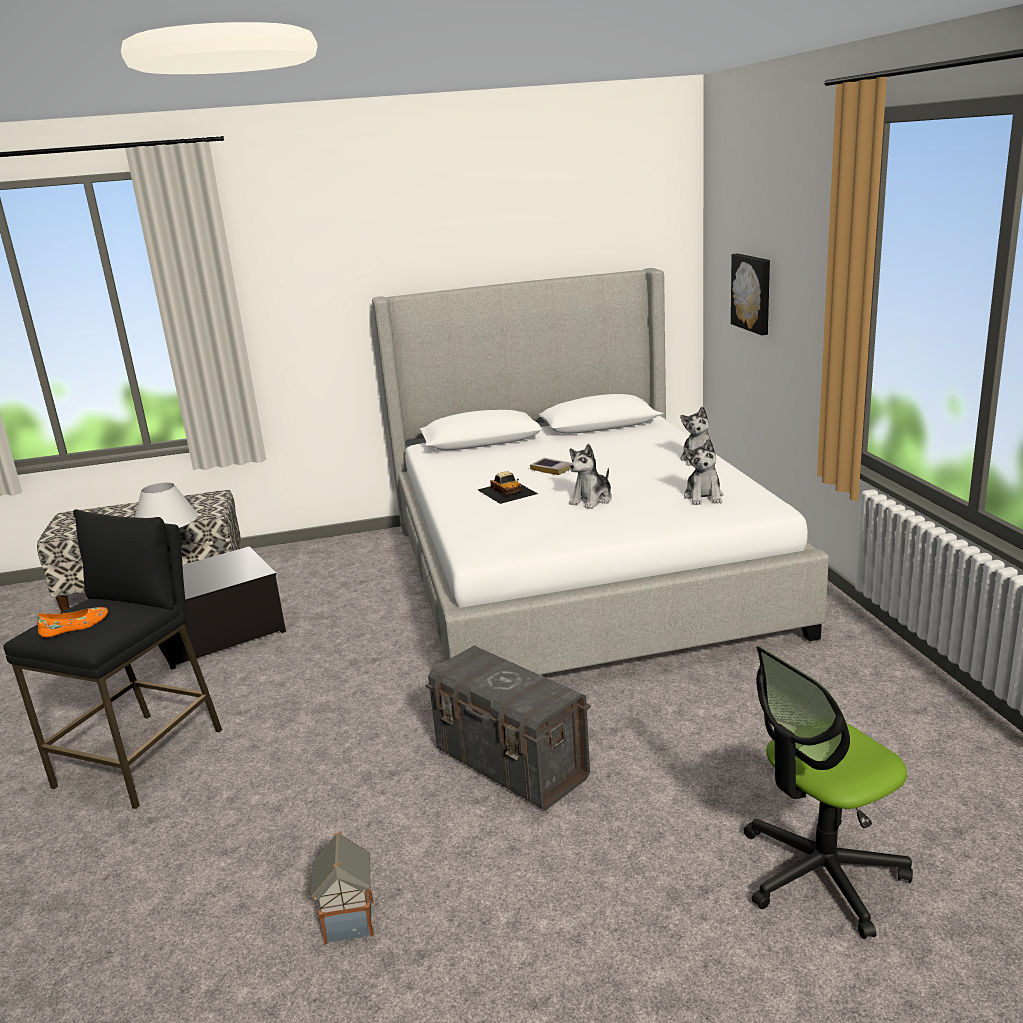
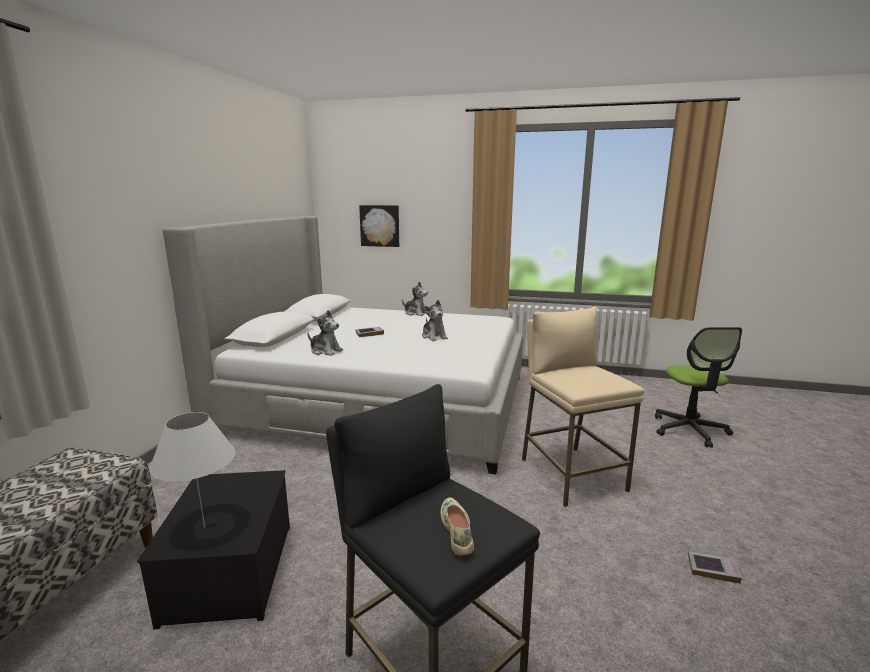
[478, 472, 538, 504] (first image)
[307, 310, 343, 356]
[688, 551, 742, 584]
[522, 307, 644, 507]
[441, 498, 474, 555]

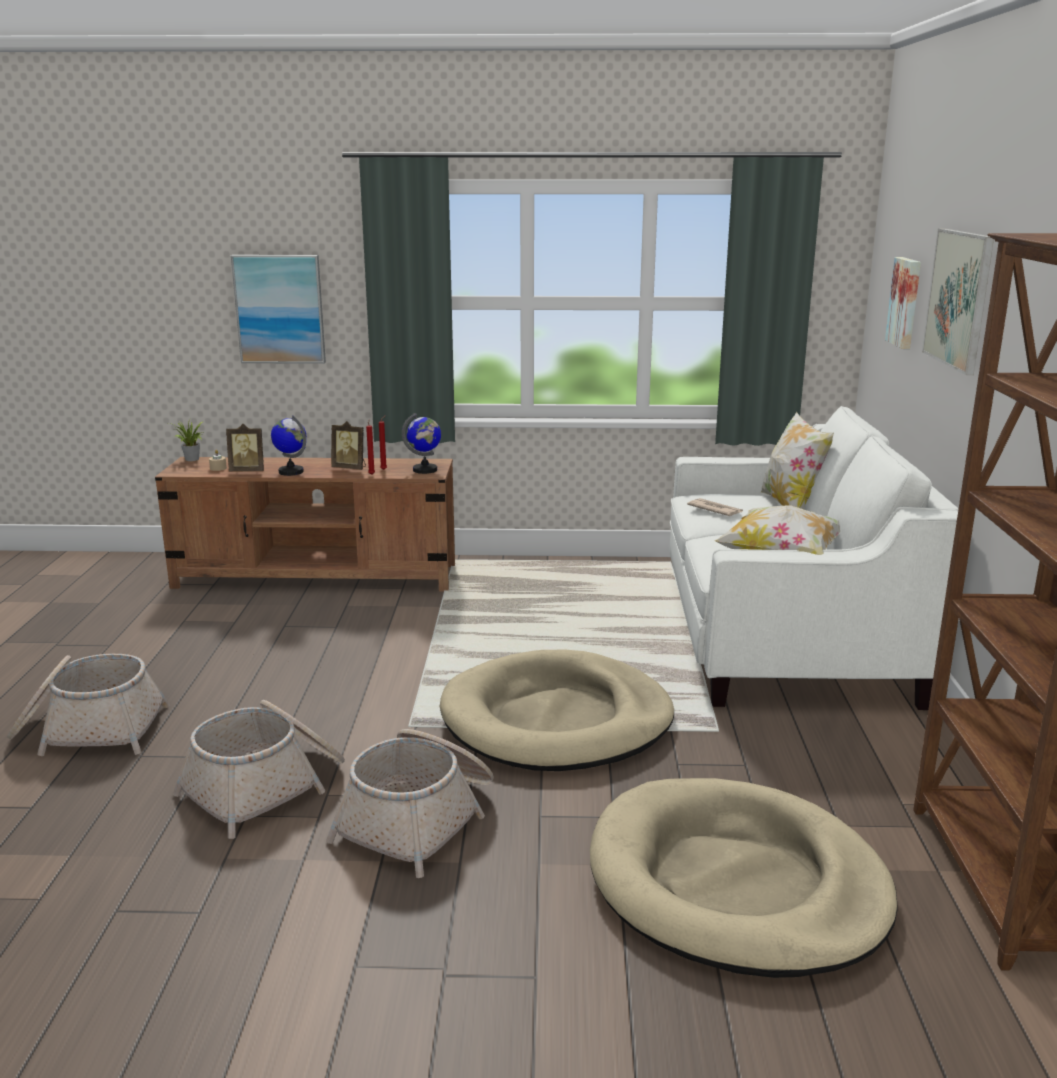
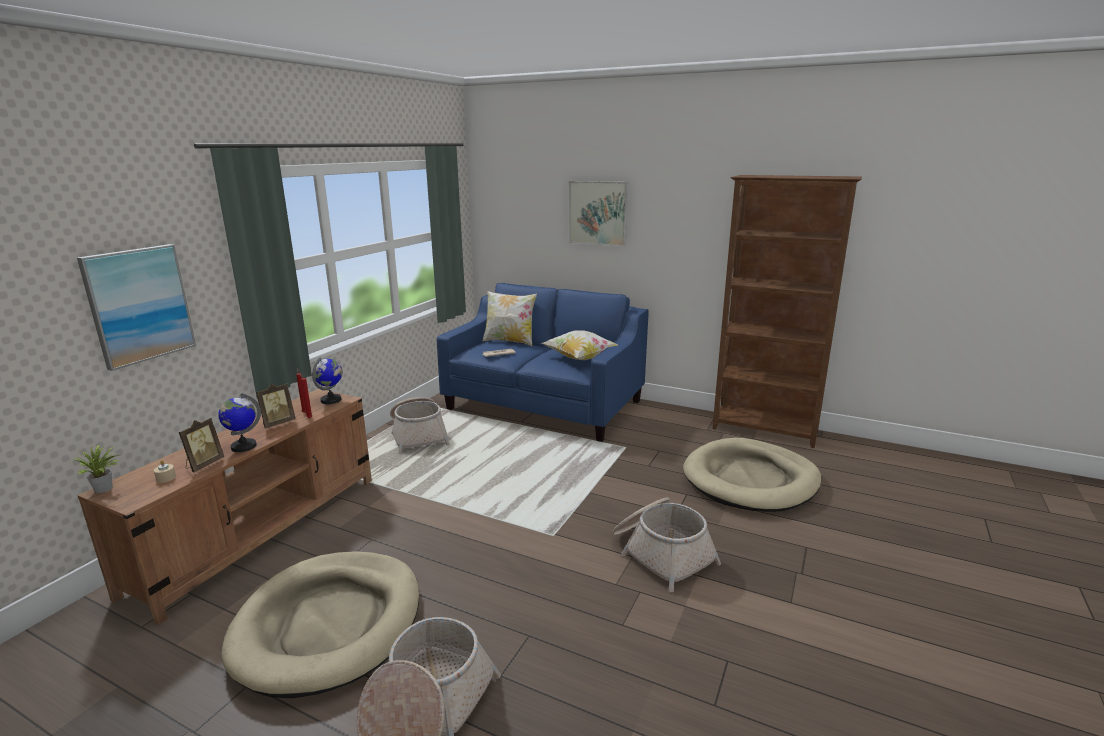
[885, 257, 921, 349] (first image)
[390, 397, 450, 454]
[221, 551, 419, 698]
[437, 283, 649, 442]

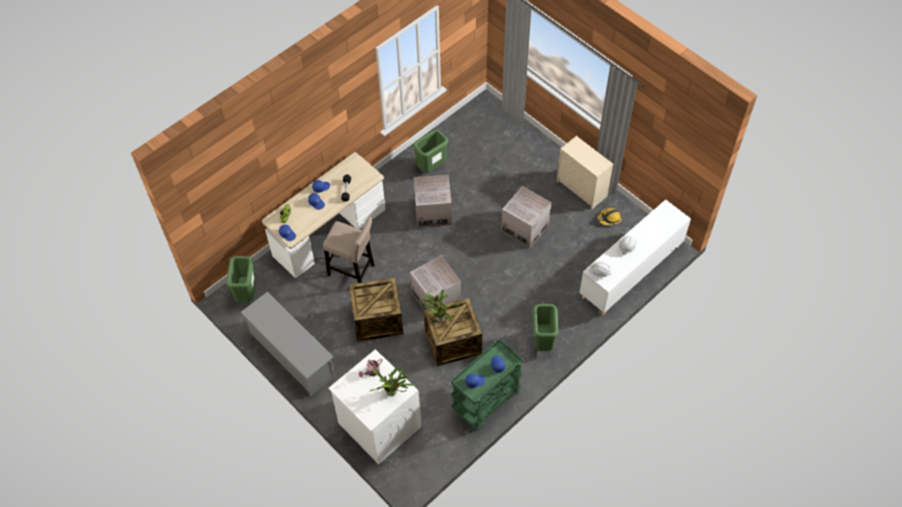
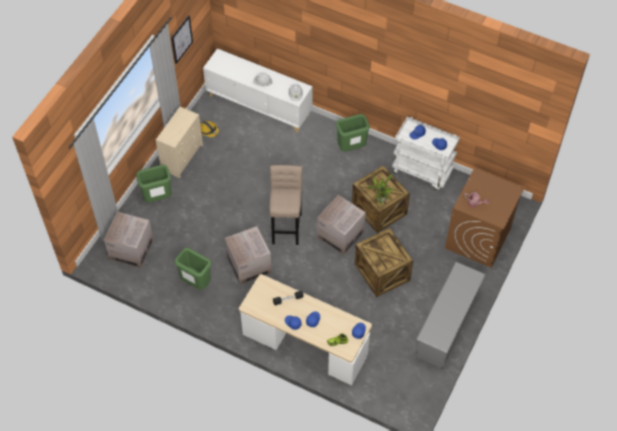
[370, 366, 415, 396] (first image)
[171, 15, 193, 64]
[136, 165, 172, 203]
[269, 165, 303, 245]
[104, 212, 154, 268]
[445, 168, 525, 268]
[392, 116, 460, 190]

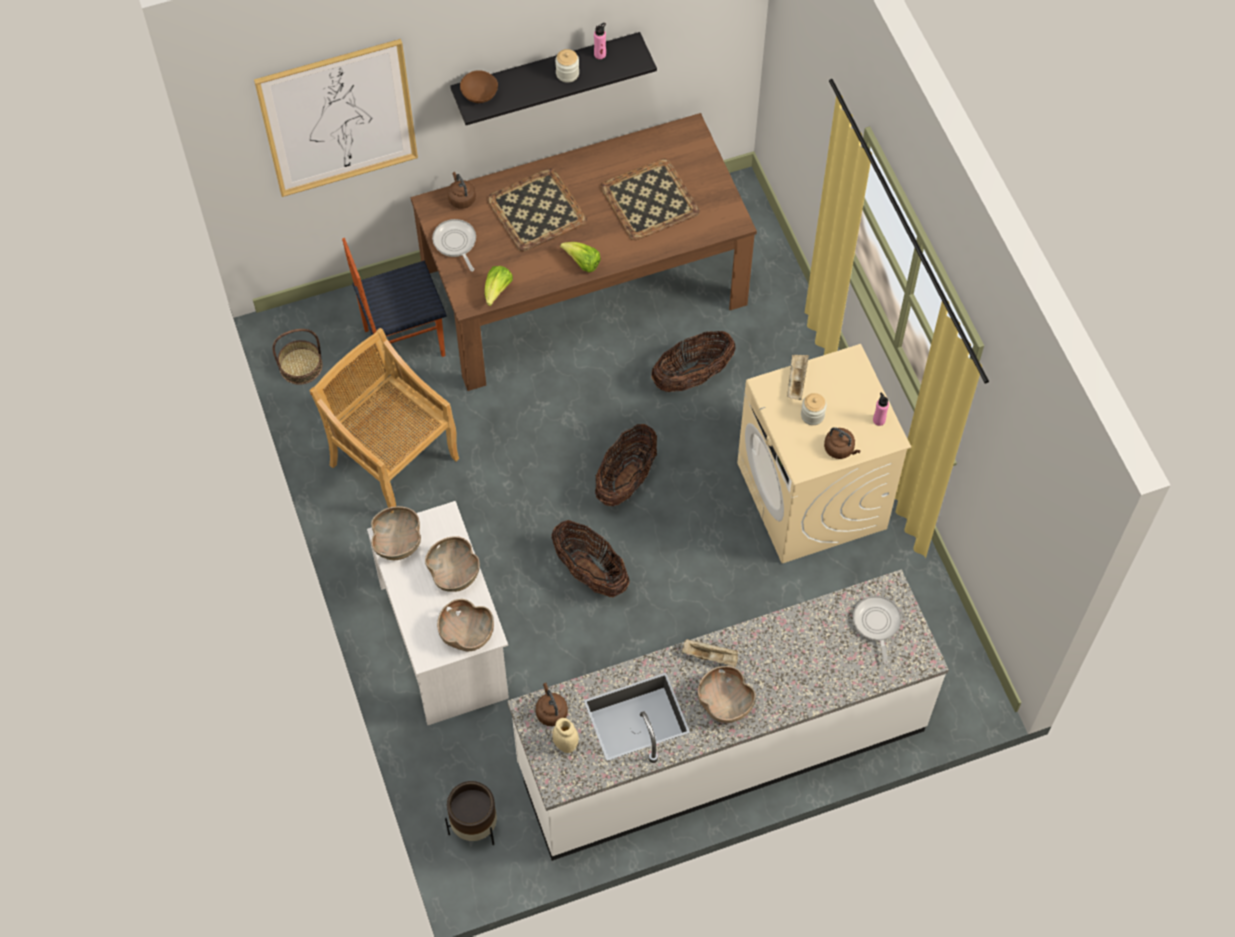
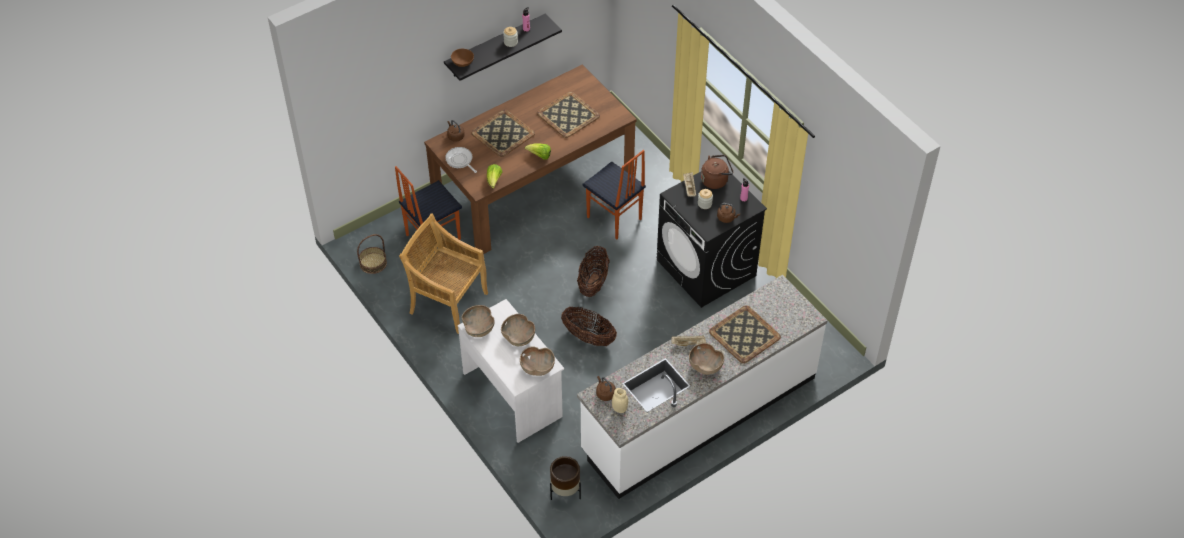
[254, 39, 418, 197] (first image)
[853, 596, 902, 664] (first image)
[701, 155, 733, 189]
[709, 305, 781, 364]
[582, 150, 646, 239]
[657, 171, 767, 308]

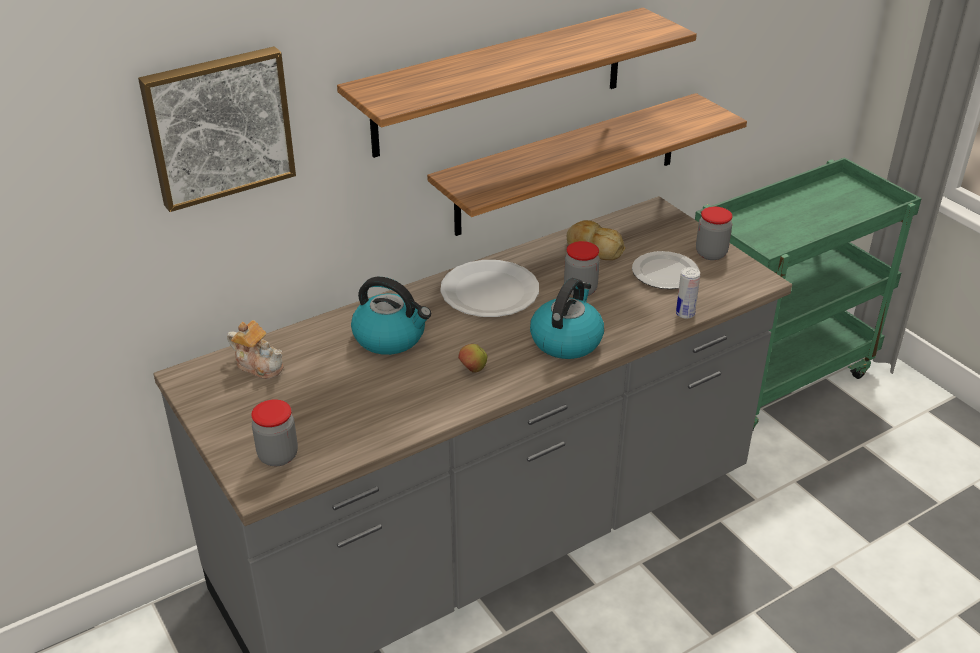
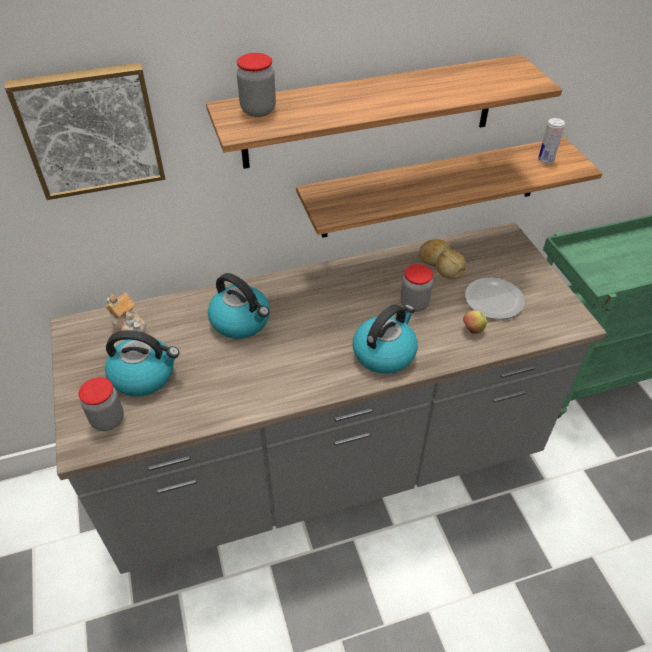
[440, 260, 539, 317] (first image)
[105, 330, 180, 397]
[463, 310, 487, 334]
[538, 118, 565, 163]
[237, 53, 276, 117]

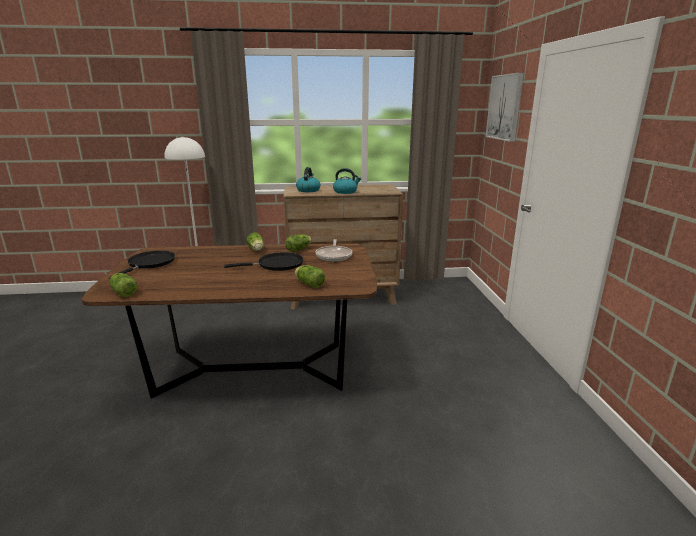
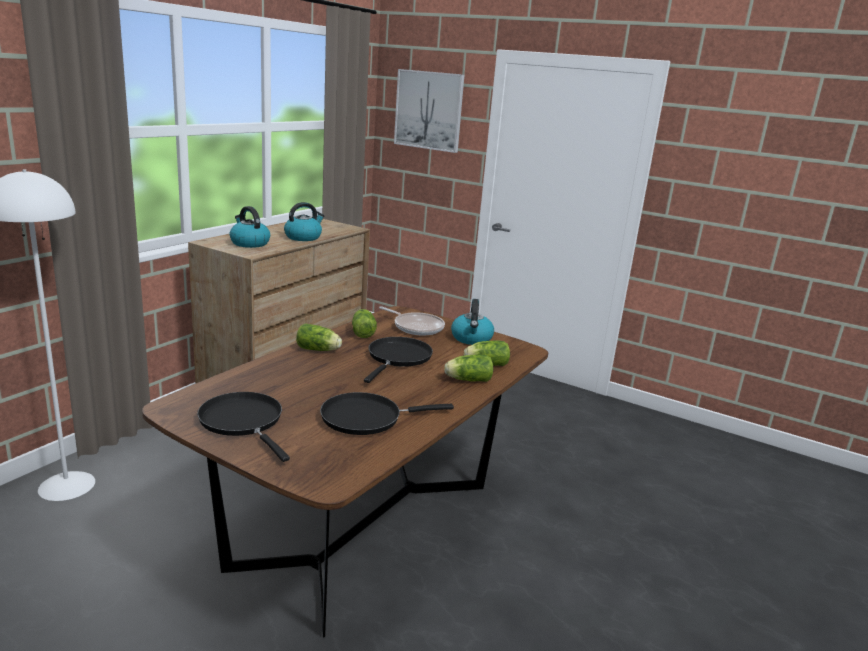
[320, 392, 454, 435]
[451, 299, 494, 345]
[444, 355, 493, 382]

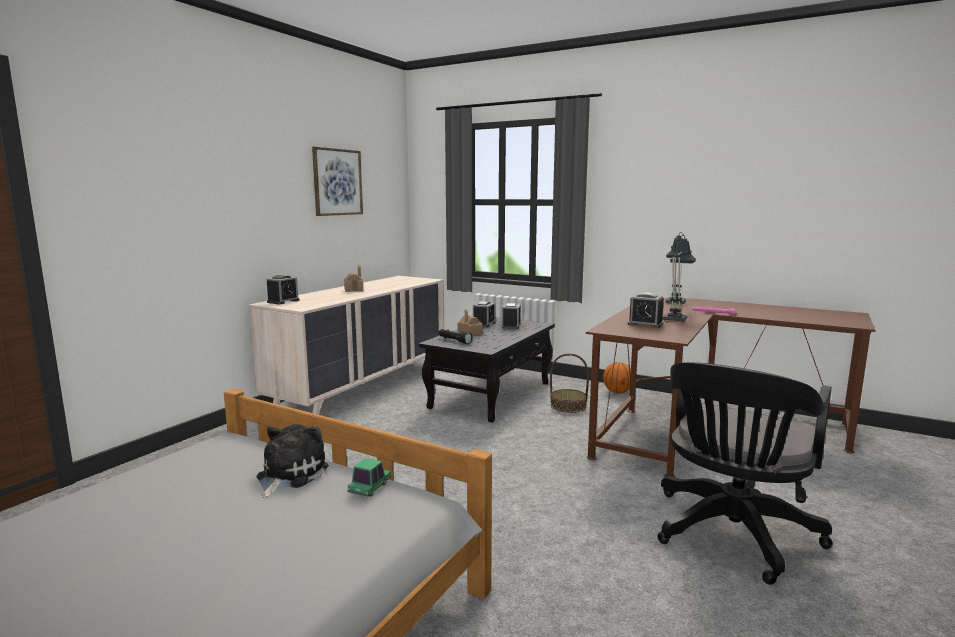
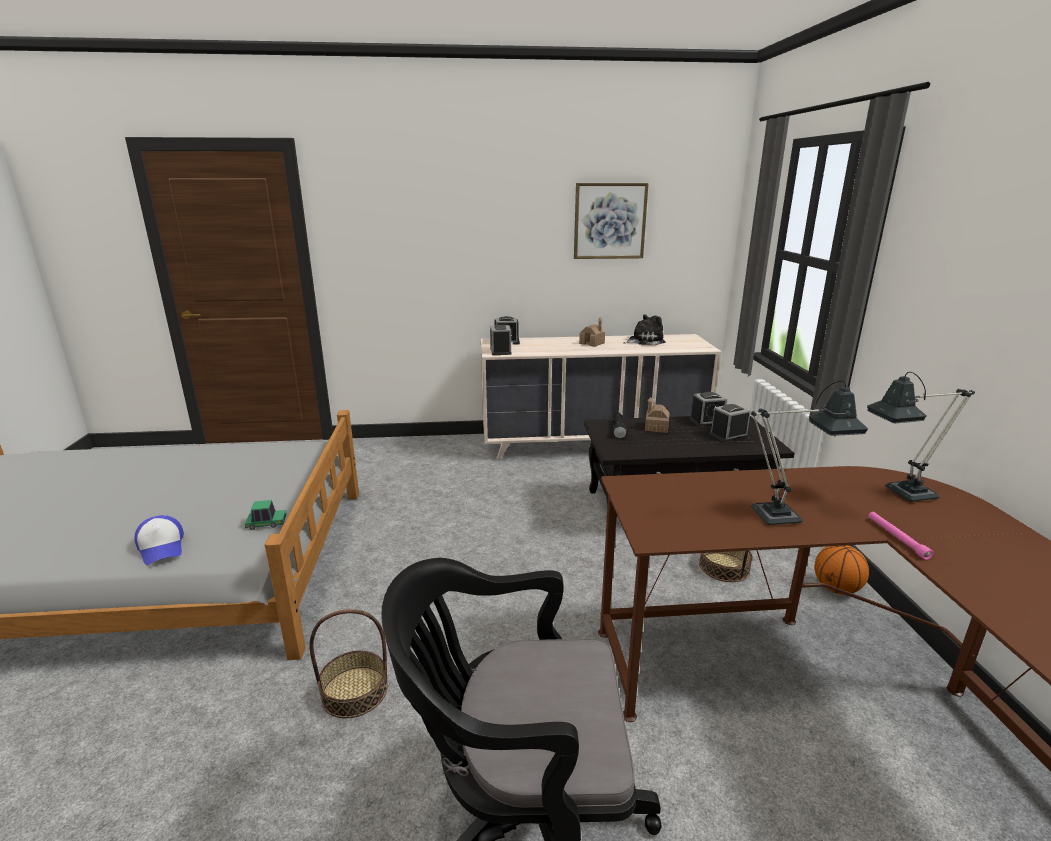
[134, 515, 184, 565]
[309, 609, 388, 719]
[623, 314, 666, 345]
[490, 325, 511, 355]

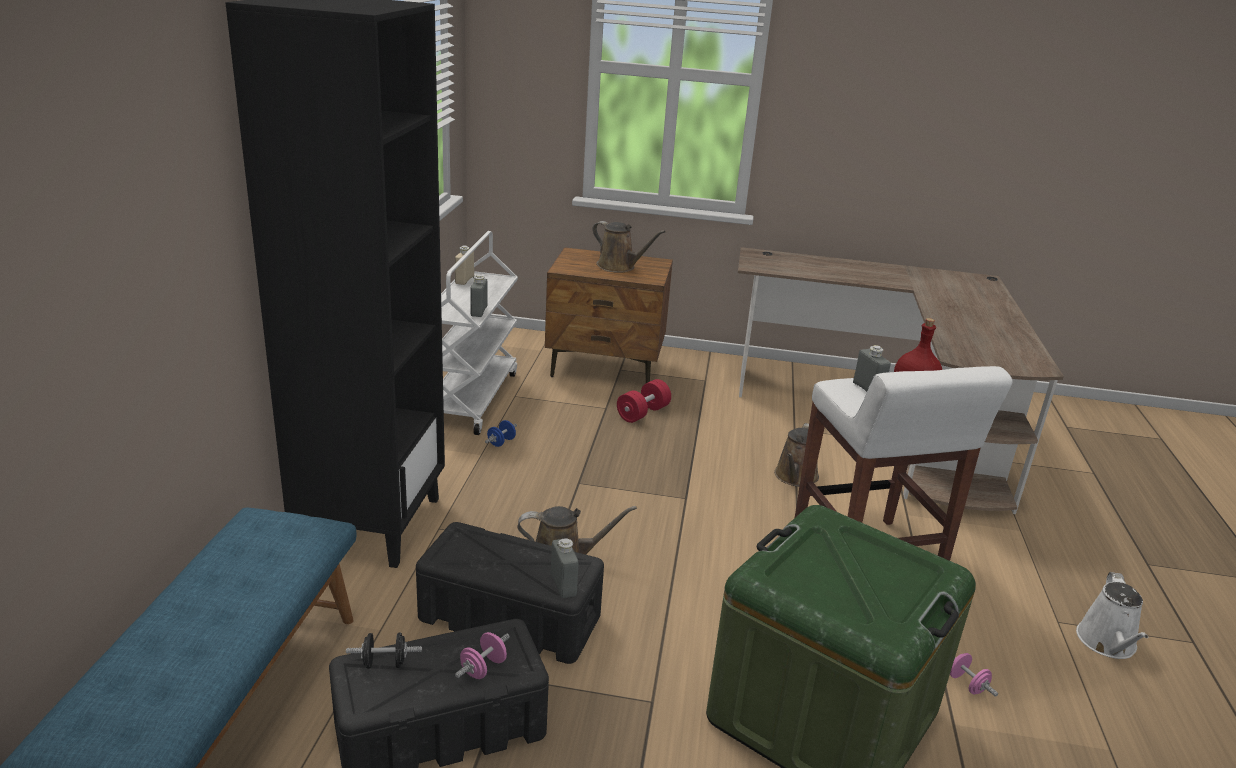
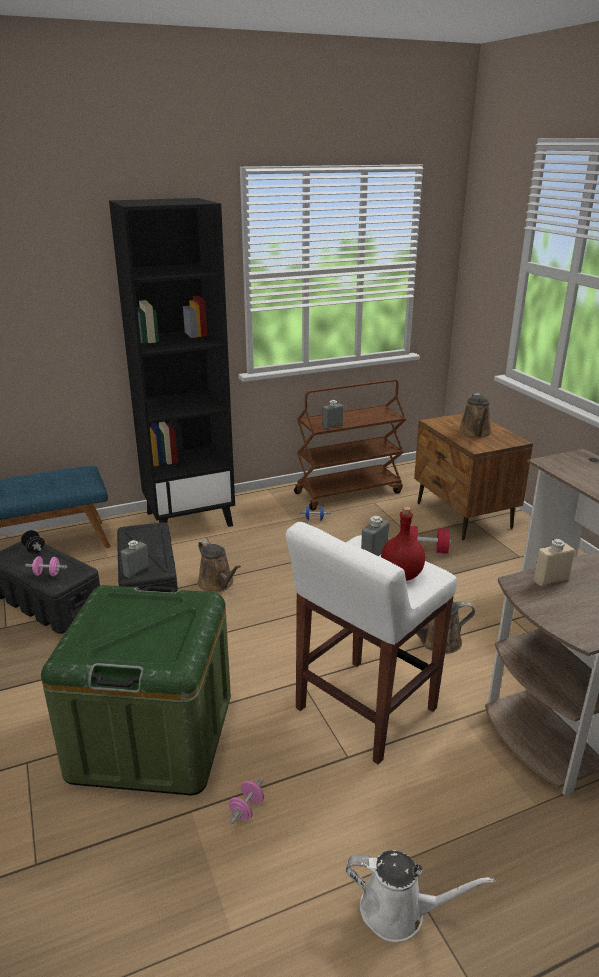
[533, 539, 575, 586]
[294, 379, 407, 510]
[346, 850, 494, 942]

